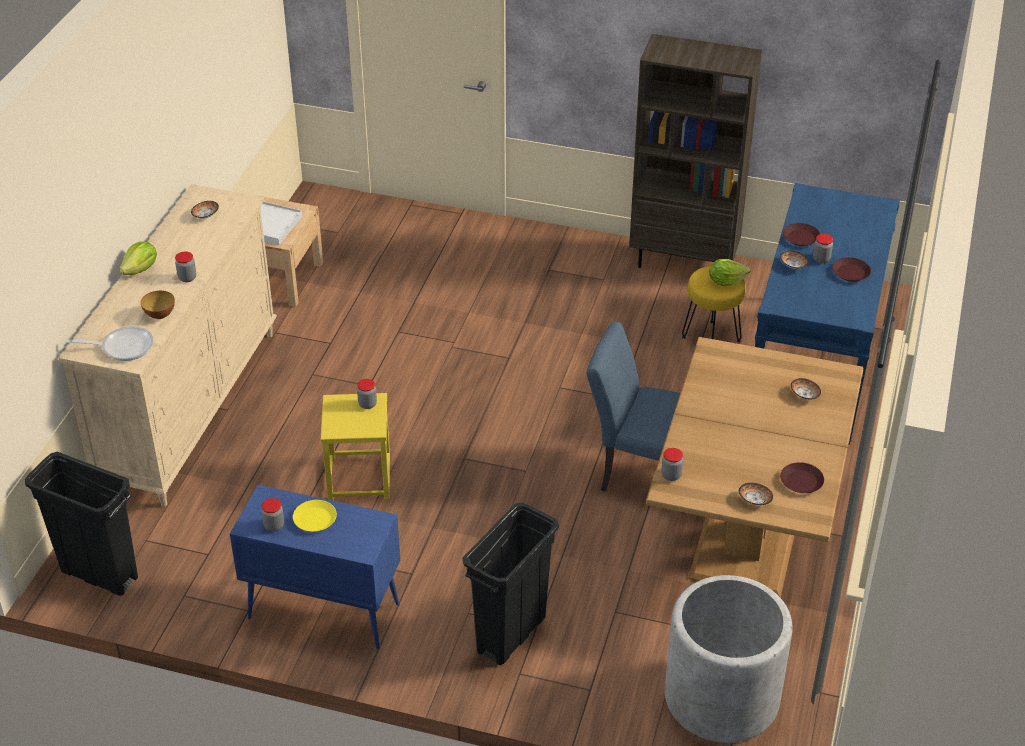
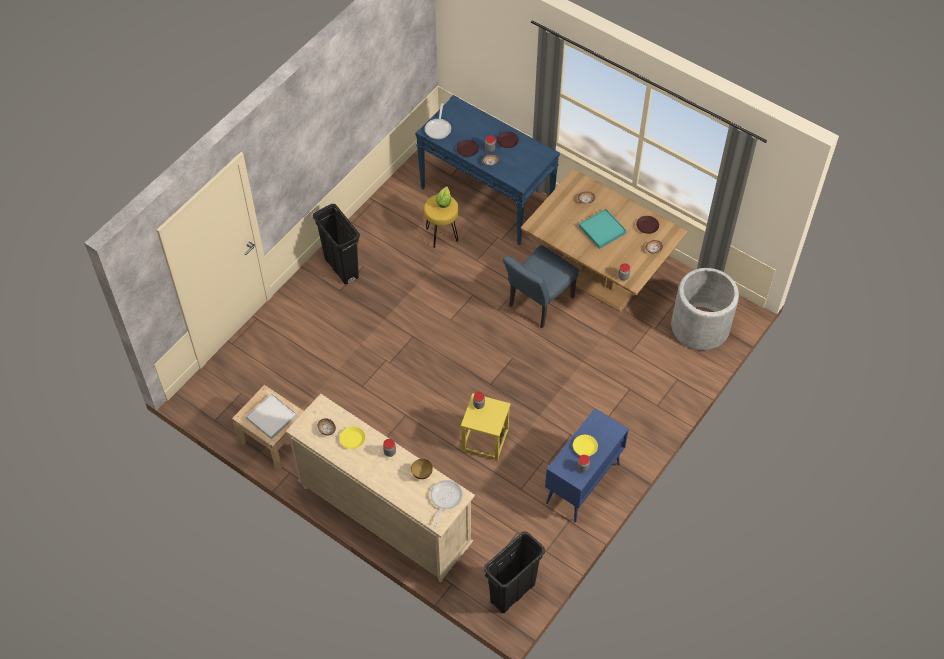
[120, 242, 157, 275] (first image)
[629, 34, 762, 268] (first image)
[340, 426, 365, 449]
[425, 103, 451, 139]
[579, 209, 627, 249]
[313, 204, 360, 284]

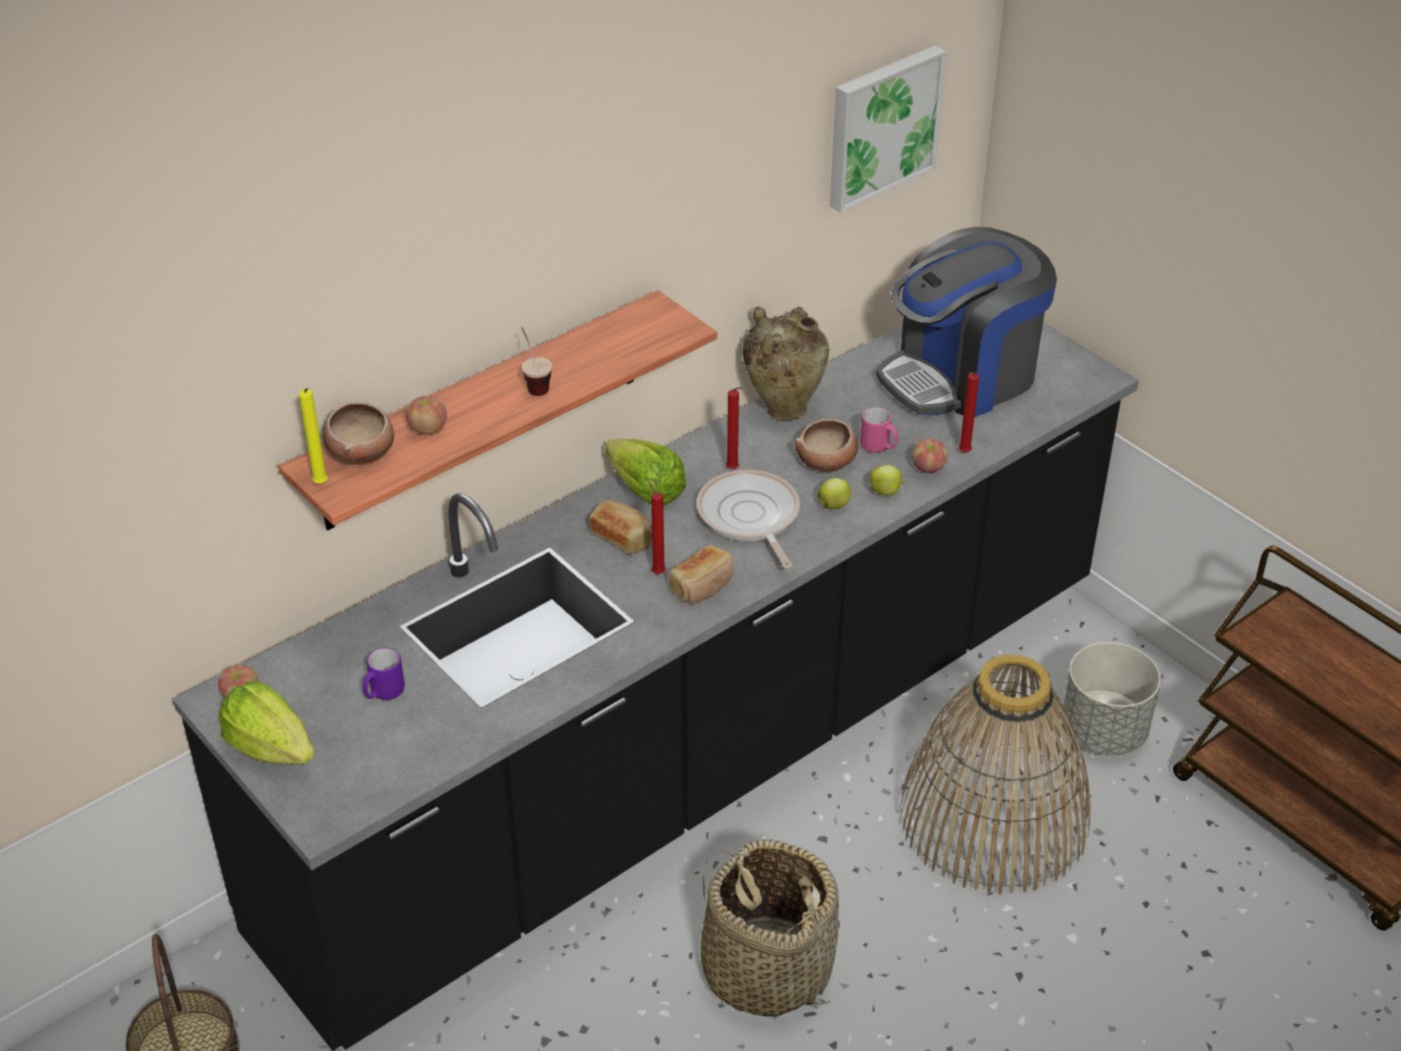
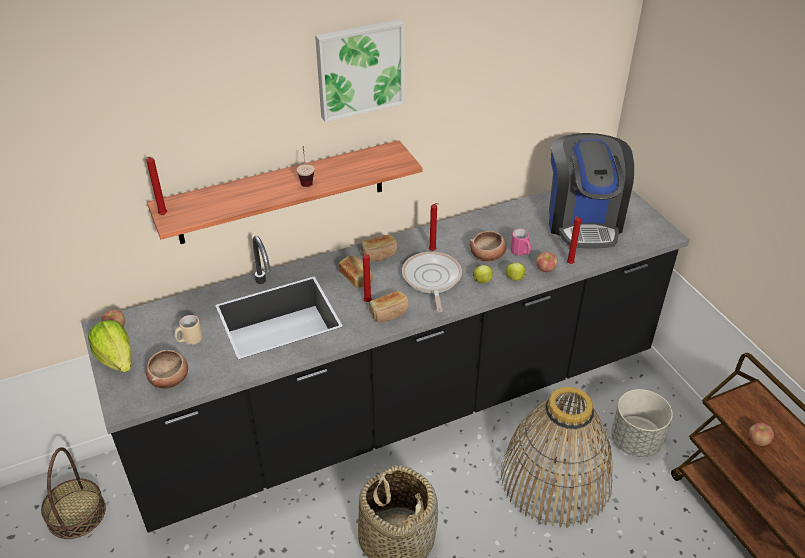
[742, 306, 830, 420] (first image)
[146, 350, 188, 389]
[749, 423, 774, 446]
[315, 19, 405, 122]
[361, 235, 397, 262]
[146, 157, 167, 215]
[174, 315, 203, 345]
[549, 133, 634, 248]

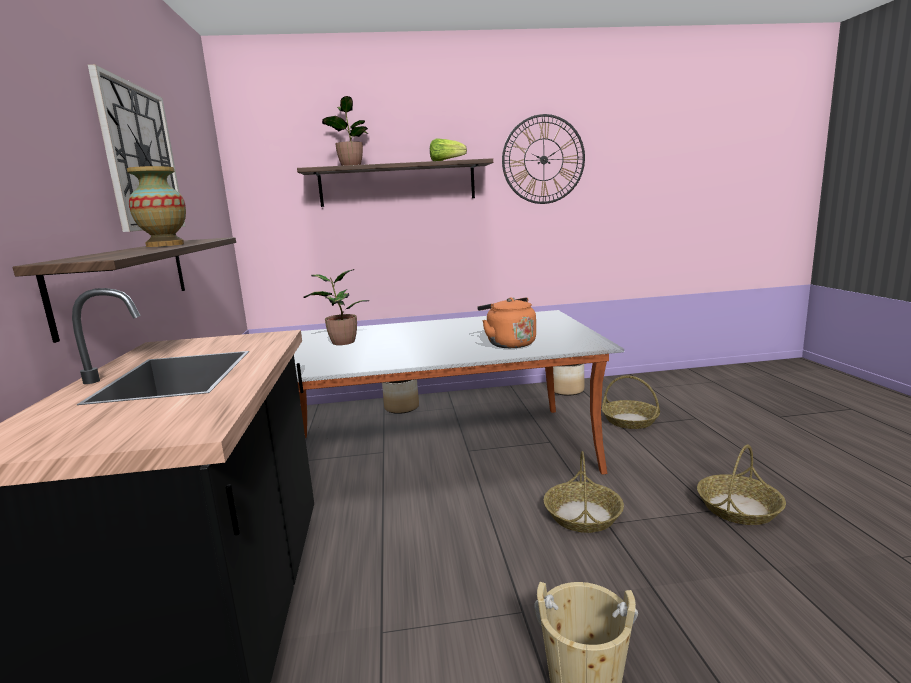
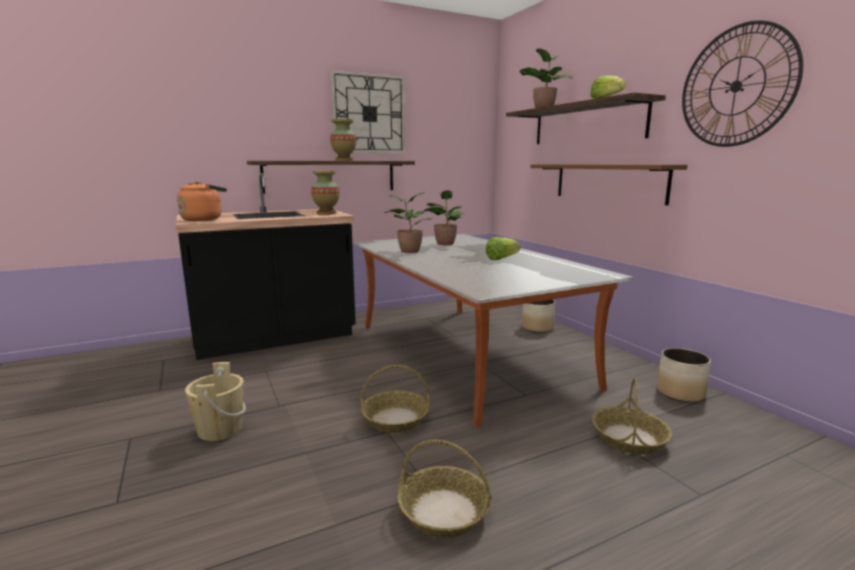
[311, 171, 340, 215]
[384, 192, 434, 253]
[486, 237, 521, 260]
[530, 164, 687, 205]
[177, 181, 227, 221]

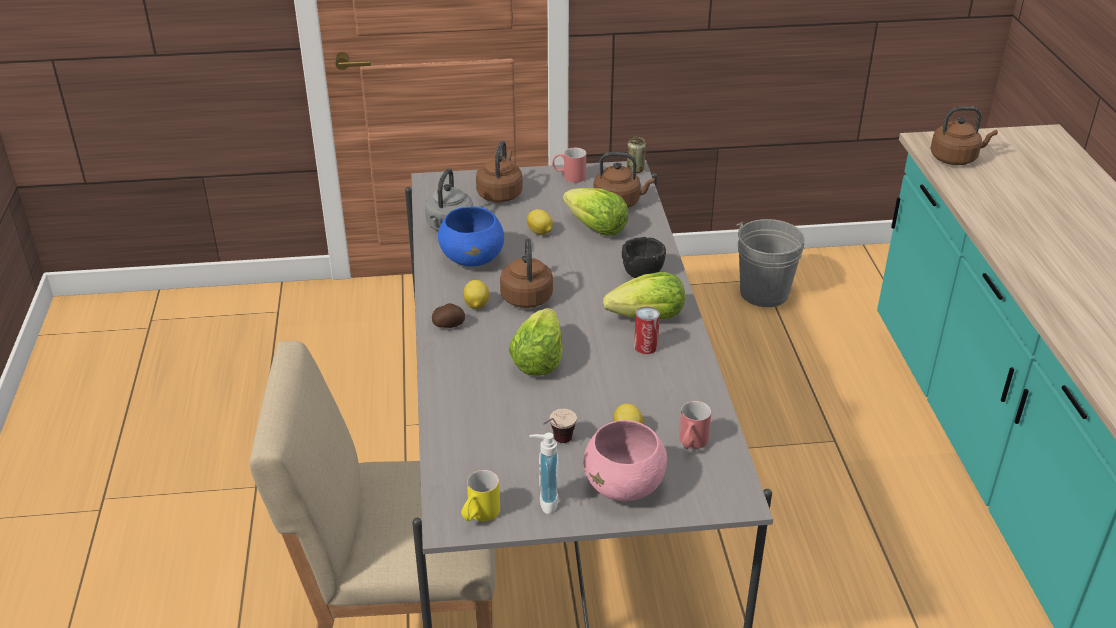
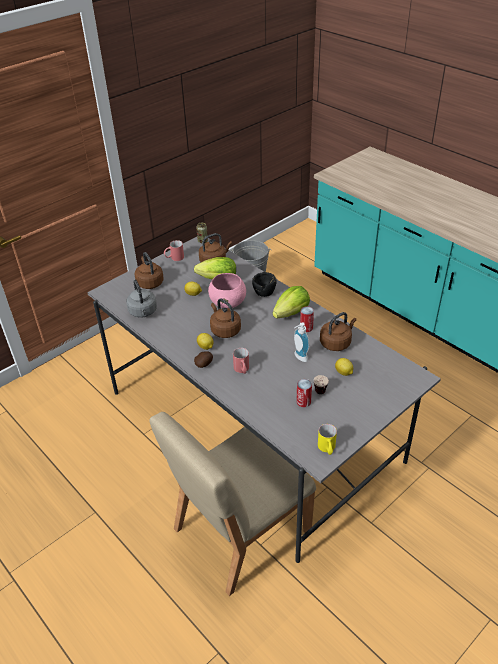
[438, 206, 504, 267] (first image)
[509, 308, 563, 376] (first image)
[296, 379, 312, 407]
[294, 322, 309, 362]
[208, 273, 246, 308]
[233, 348, 249, 374]
[320, 312, 356, 351]

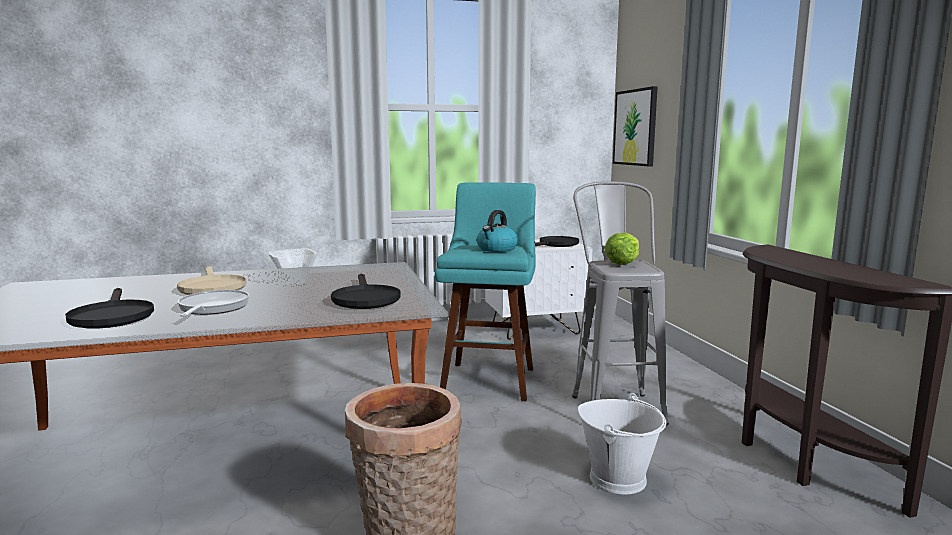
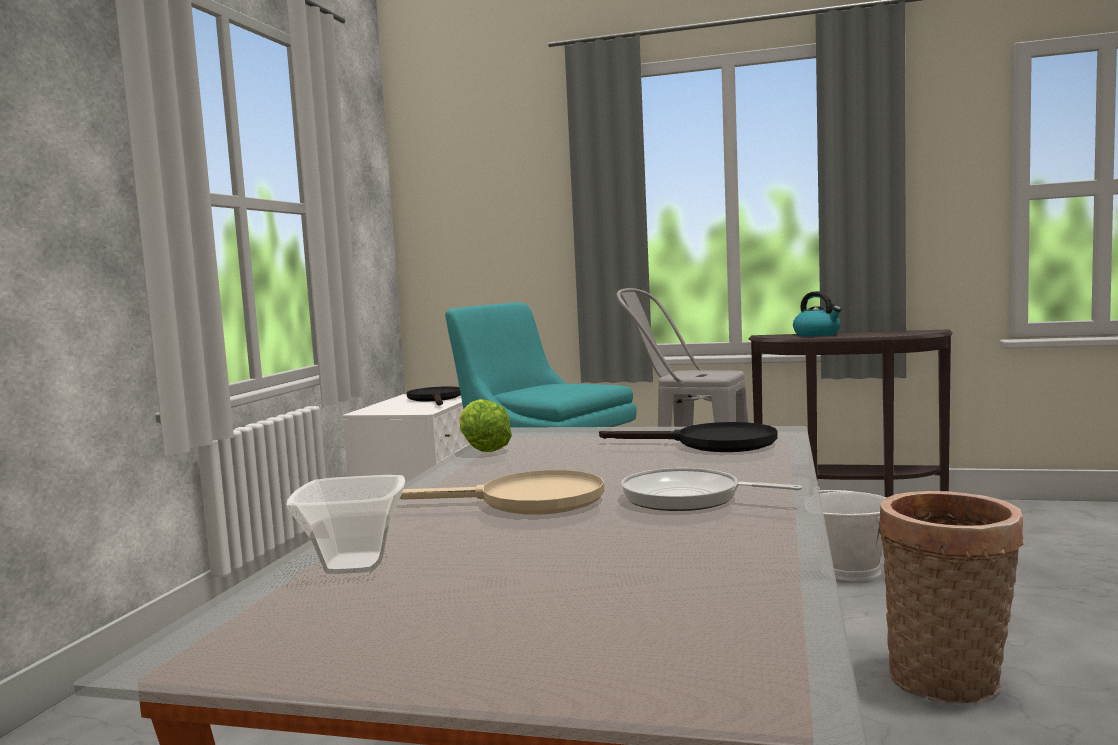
[65, 288, 154, 329] (first image)
[613, 86, 658, 166] (first image)
[286, 475, 405, 574]
[793, 291, 841, 337]
[459, 399, 512, 452]

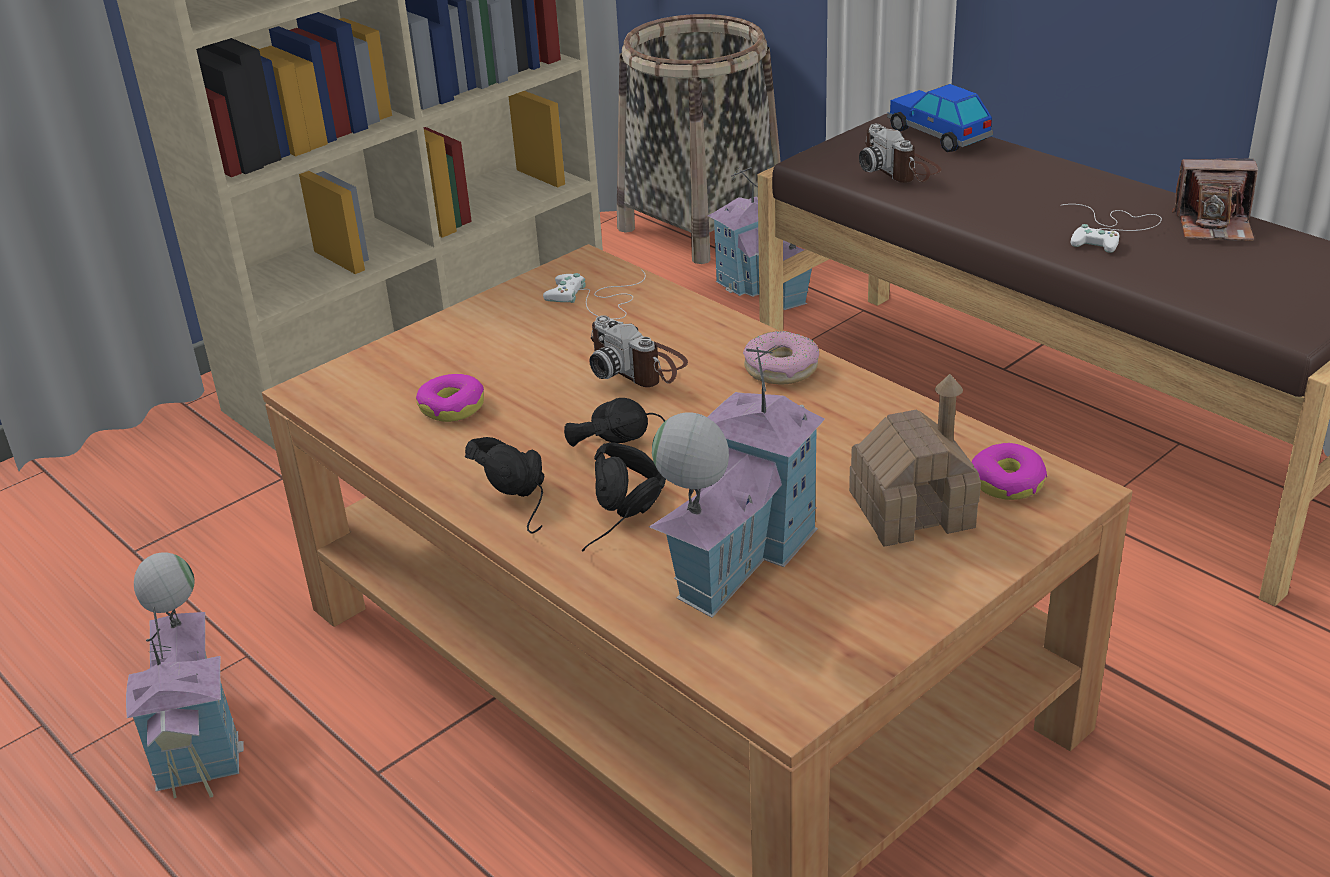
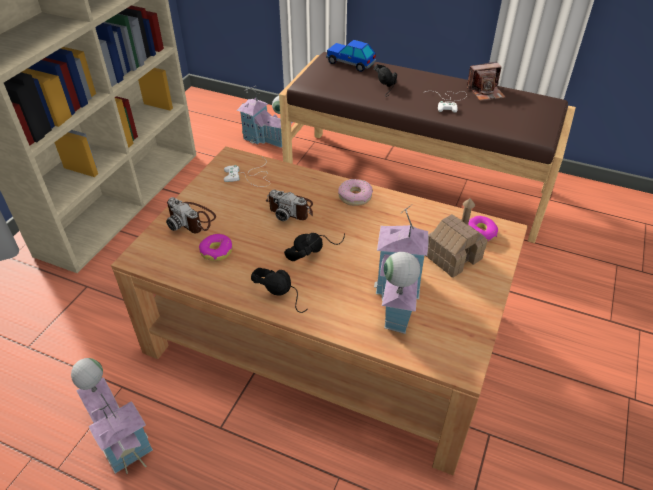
[617, 14, 781, 264] (first image)
[374, 64, 397, 97]
[166, 197, 216, 233]

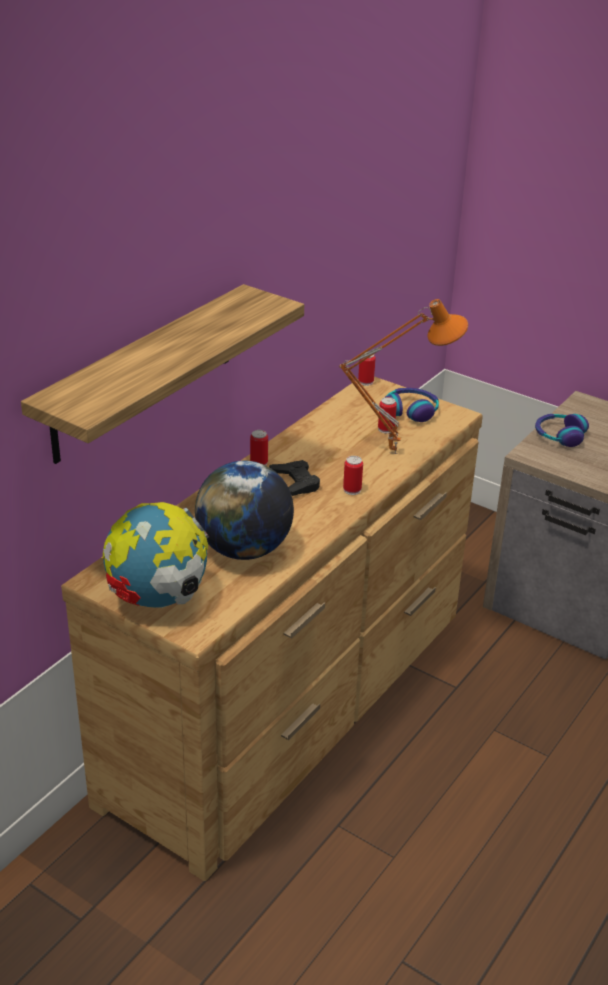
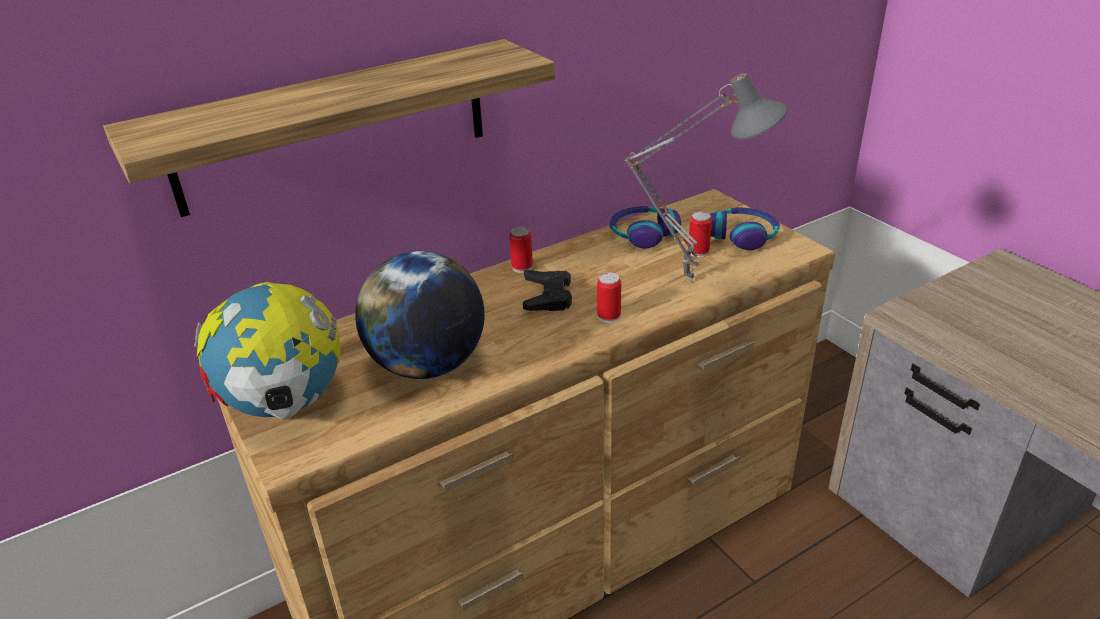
[358, 351, 376, 386] (first image)
[610, 206, 681, 248]
[624, 73, 788, 283]

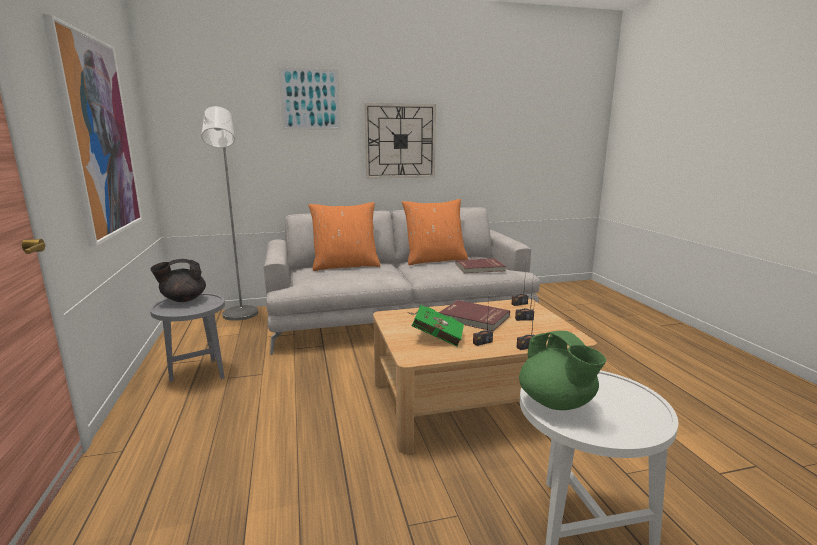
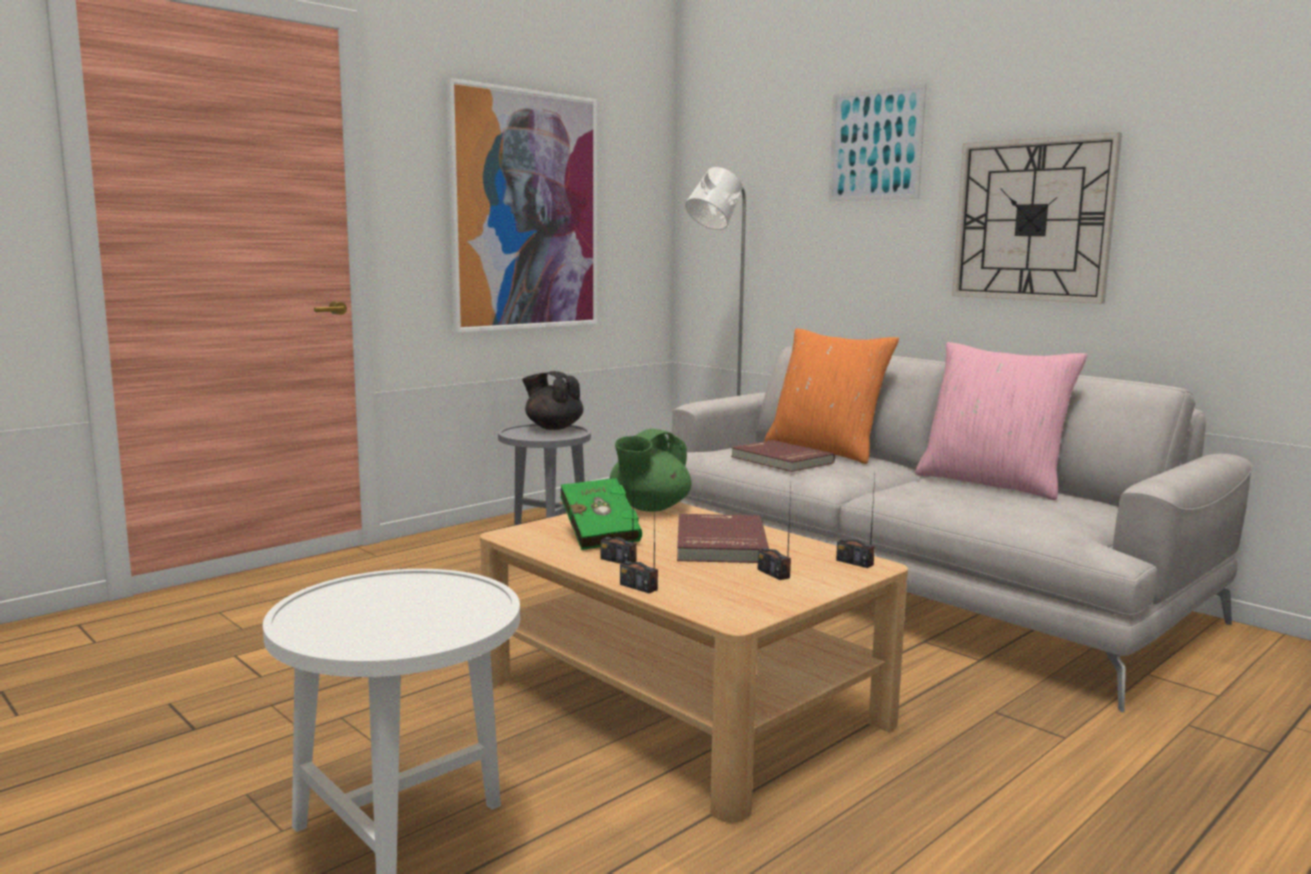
[731, 440, 835, 472]
[610, 429, 691, 511]
[915, 342, 1087, 500]

